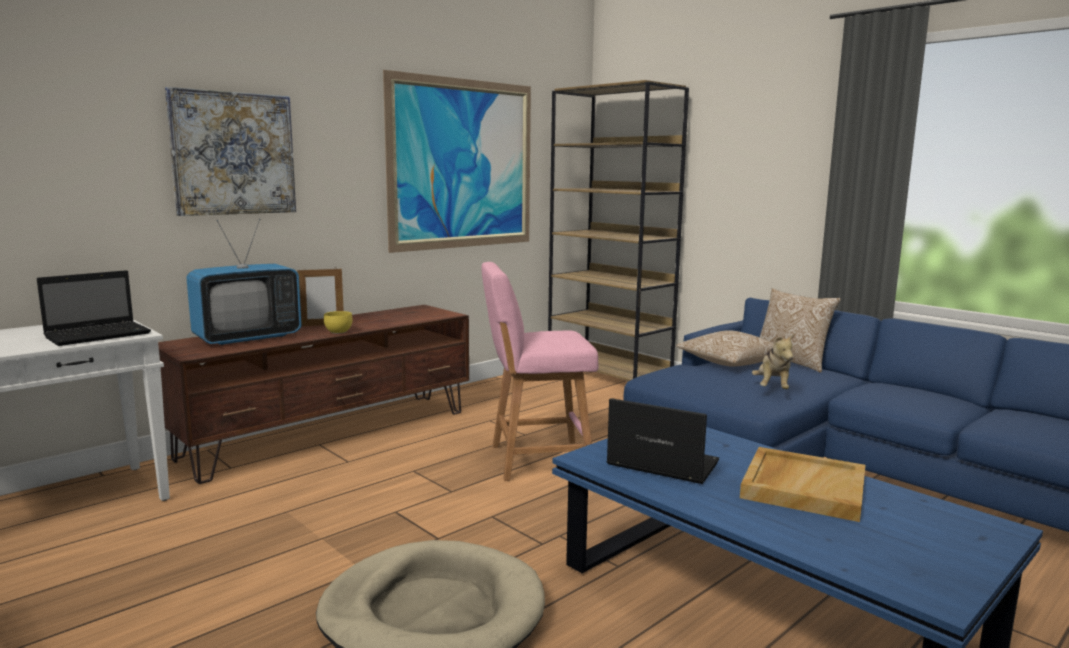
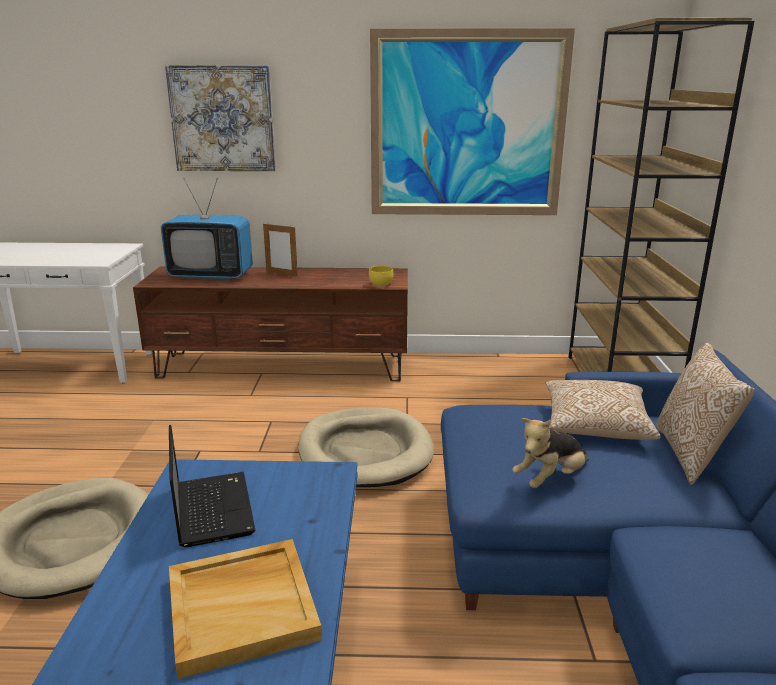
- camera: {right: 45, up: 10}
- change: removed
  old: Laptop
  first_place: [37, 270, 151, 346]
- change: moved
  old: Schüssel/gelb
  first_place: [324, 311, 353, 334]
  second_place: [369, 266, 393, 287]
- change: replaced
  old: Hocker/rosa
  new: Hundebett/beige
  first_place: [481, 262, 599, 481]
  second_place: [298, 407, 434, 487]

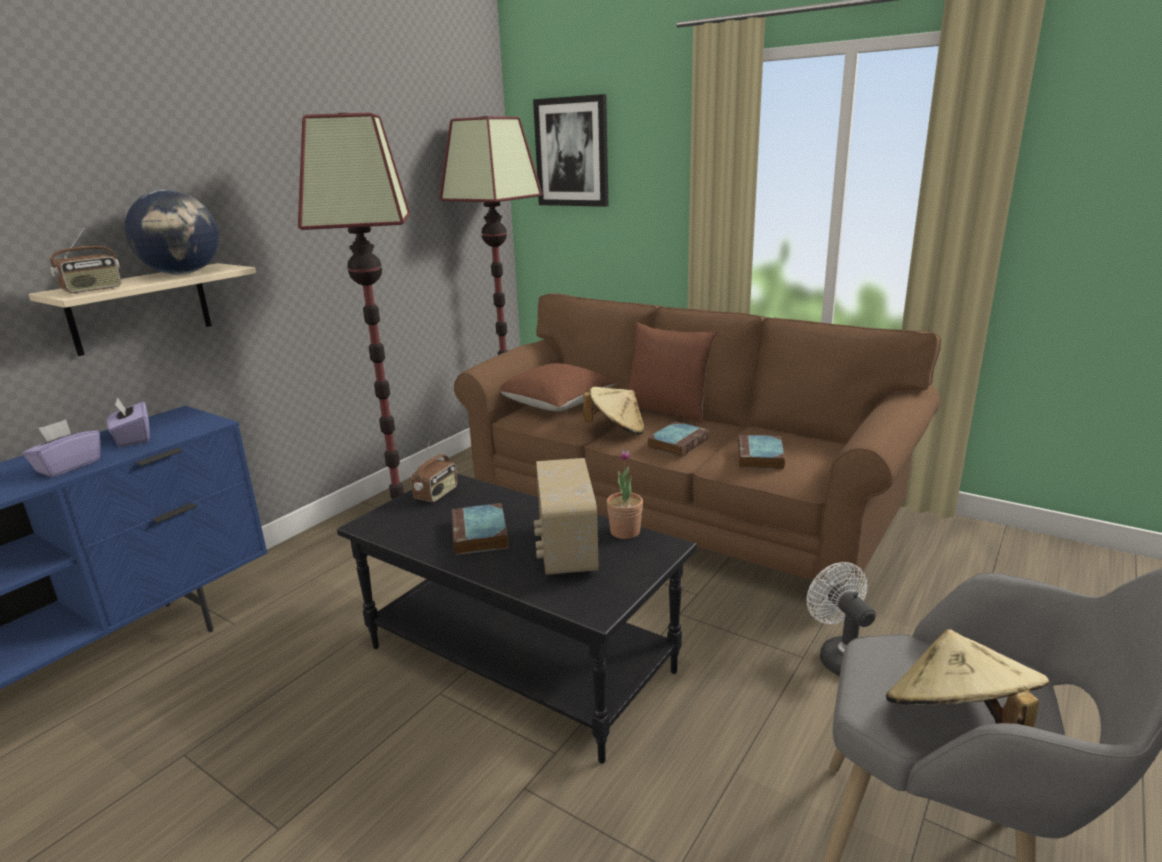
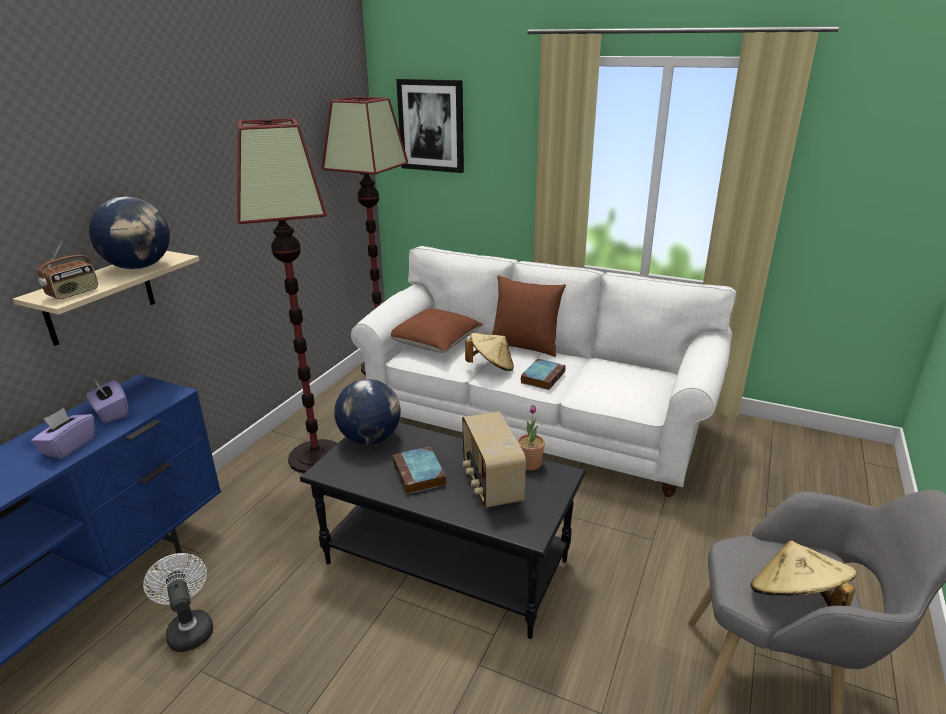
- camera: {right: -10, up: 5}
- change: replaced
  old: Radio
  new: Globus
  first_place: [411, 442, 457, 503]
  second_place: [334, 379, 401, 445]
- change: recoloured
  old: Sofa/braun
  new: Sofa/weiß
  first_place: [454, 293, 941, 586]
  second_place: [351, 246, 736, 497]
- change: removed
  old: Buch
  first_place: [738, 435, 785, 470]
- change: moved
  old: Ventilator/weiß
  first_place: [807, 562, 876, 676]
  second_place: [143, 553, 213, 652]

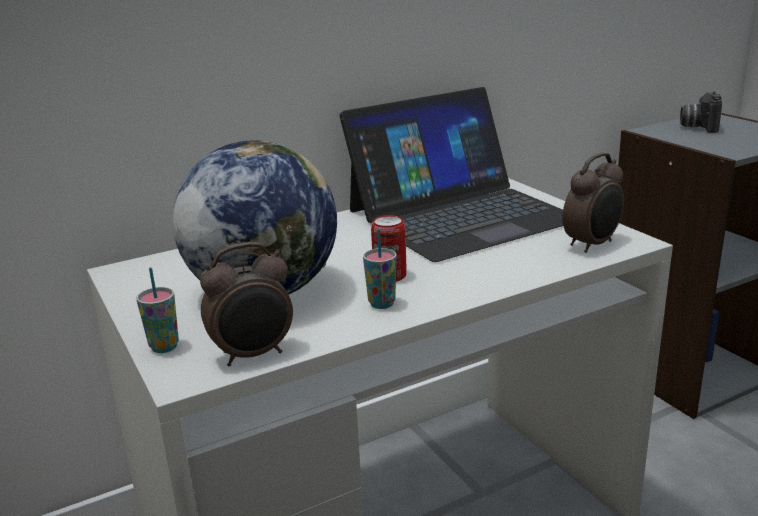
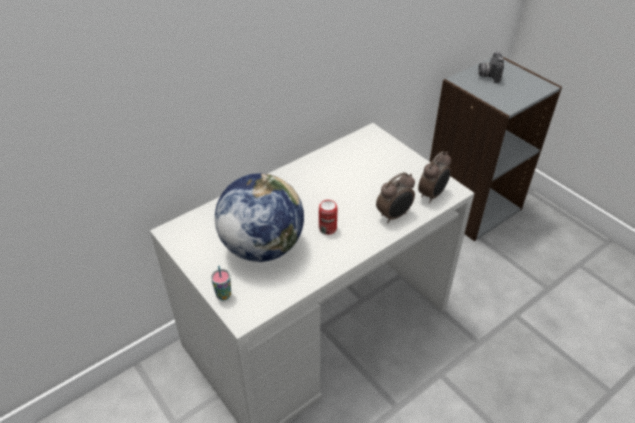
- camera: {right: -10, up: 20}
- change: moved
  old: Wecker
  first_place: [200, 242, 293, 366]
  second_place: [376, 172, 415, 223]
- change: removed
  old: Laptop
  first_place: [339, 87, 563, 262]
- change: removed
  old: Tasse
  first_place: [363, 229, 397, 309]

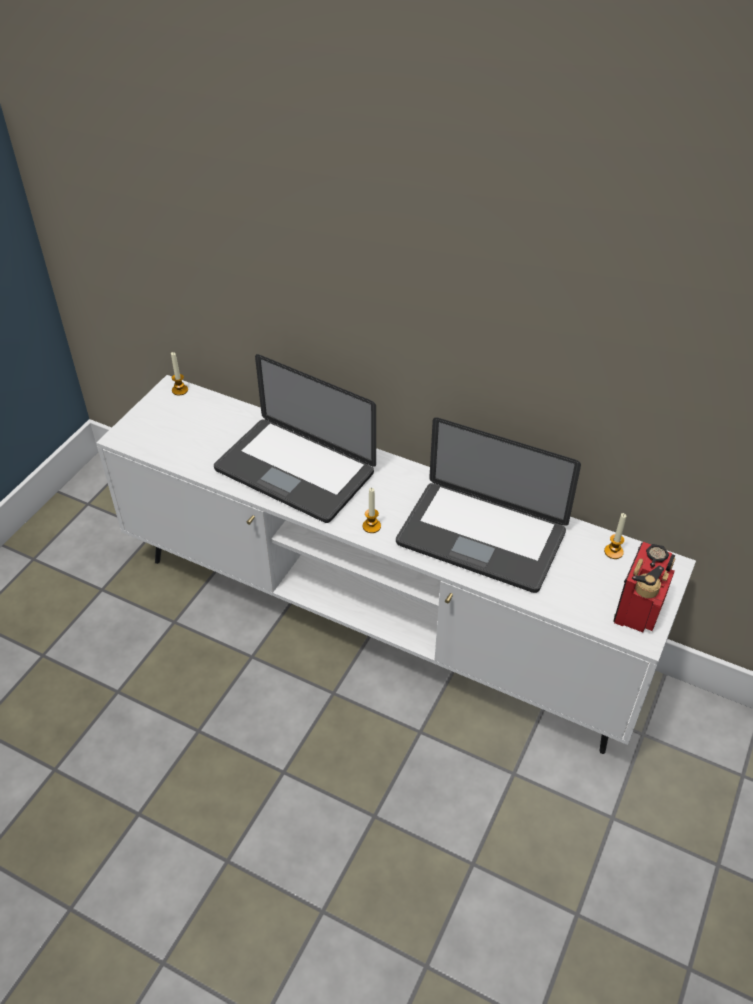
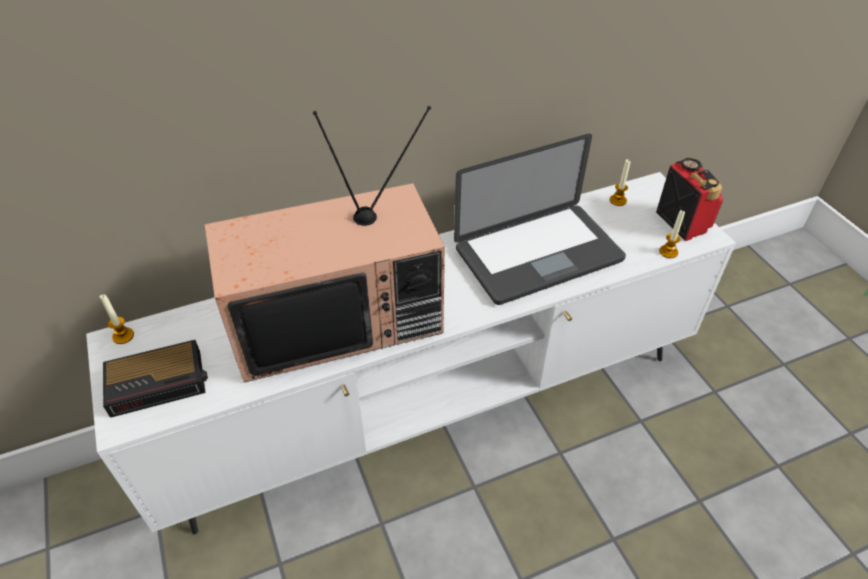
- camera: {right: -50, up: 0}
- change: replaced
  old: Laptop
  new: Fernseher
  first_place: [214, 354, 376, 523]
  second_place: [205, 106, 445, 383]
- change: moved
  old: Kerze
  first_place: [363, 488, 381, 533]
  second_place: [659, 210, 685, 258]
- change: added
  new: Wecker
  second_place: [103, 340, 208, 418]

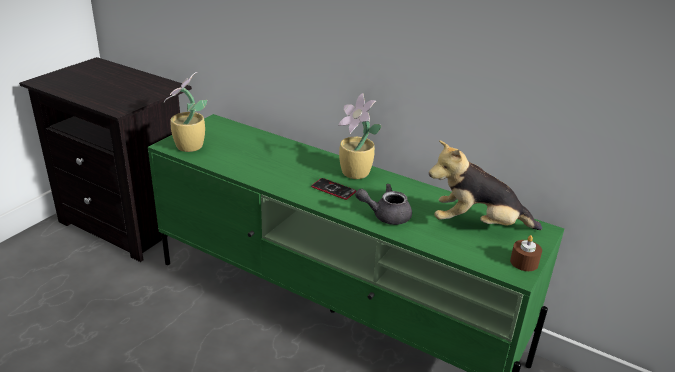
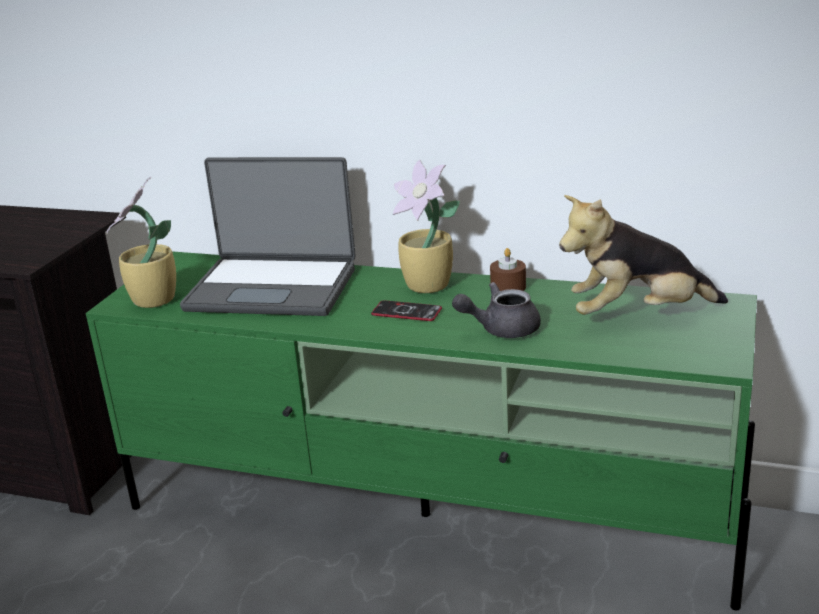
- camera: {right: -10, up: -5}
- change: moved
  old: Kerze/braun
  first_place: [510, 235, 542, 271]
  second_place: [490, 248, 526, 291]
- change: added
  new: Laptop
  second_place: [180, 157, 356, 316]

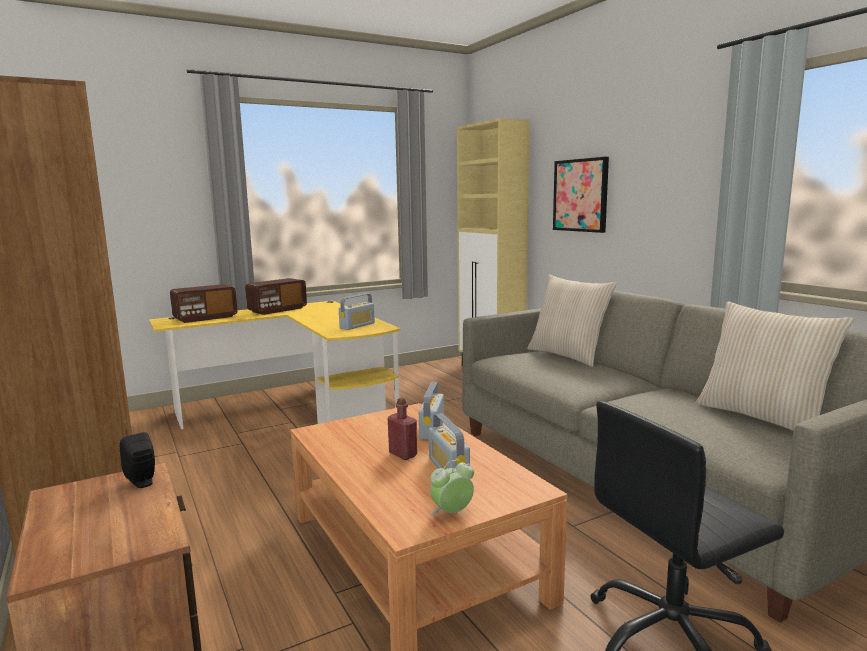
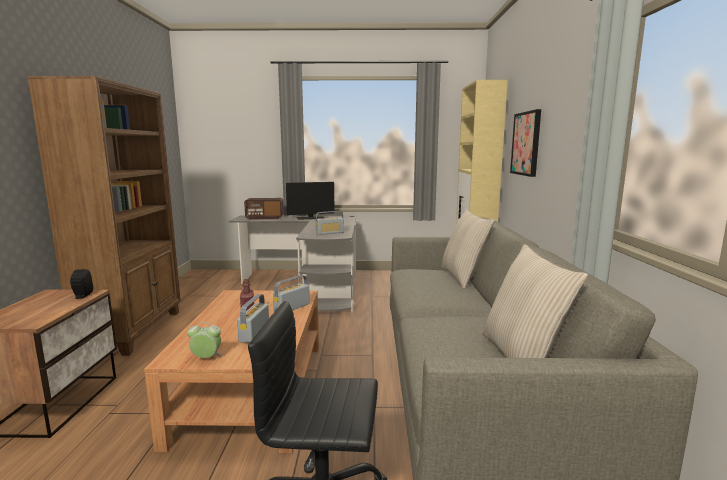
- camera: {right: 30, up: 0}
- change: recoloured
  old: Schreibtisch/gelb
  new: Schreibtisch/grau
  first_place: [149, 301, 401, 429]
  second_place: [229, 216, 356, 312]
- change: replaced
  old: Radio
  new: Monitor
  first_place: [245, 278, 307, 315]
  second_place: [286, 182, 335, 220]

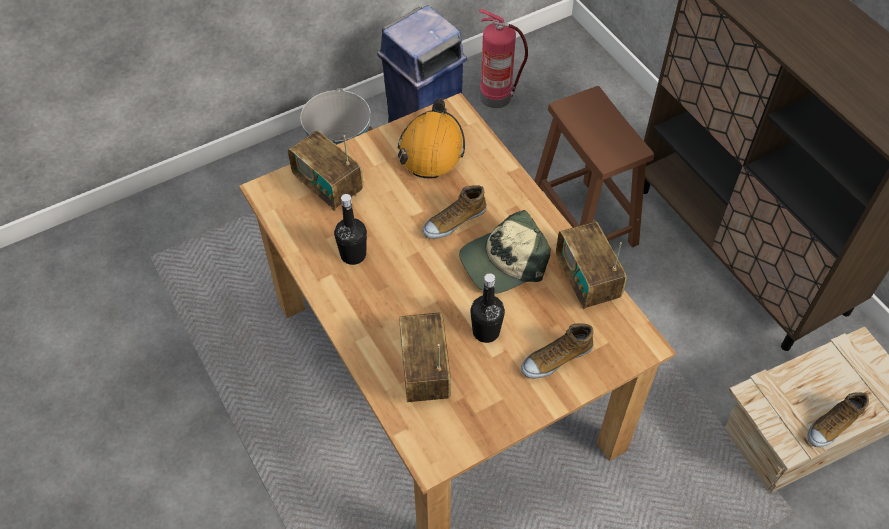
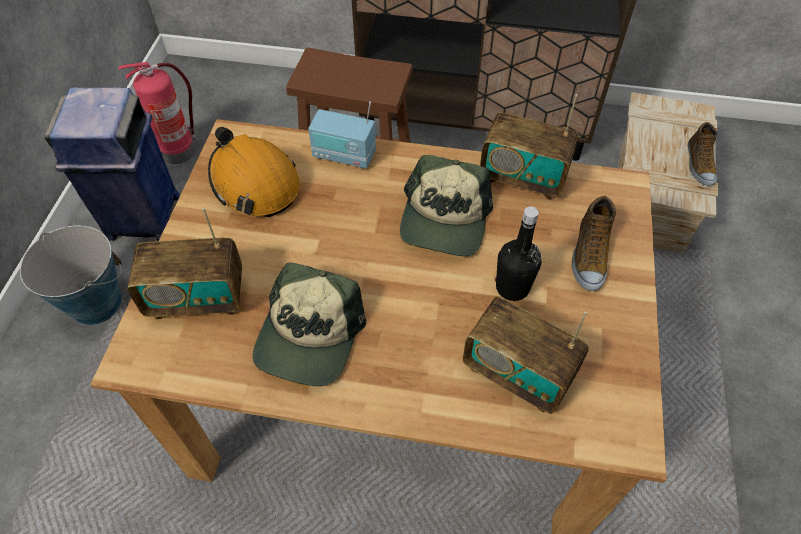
- camera: {right: -50, up: 0}
- change: replaced
  old: Flasche/schwarz
  new: Kappe
  first_place: [334, 194, 367, 265]
  second_place: [253, 263, 366, 386]
- change: removed
  old: Schuh
  first_place: [422, 185, 487, 239]
- change: added
  new: Radio
  second_place: [308, 102, 376, 168]

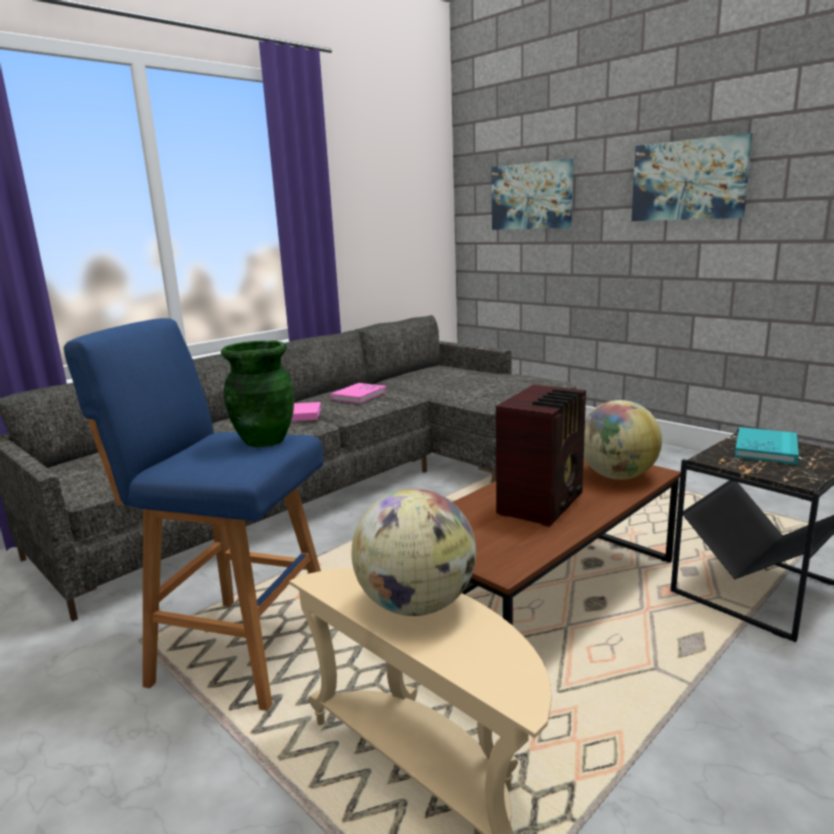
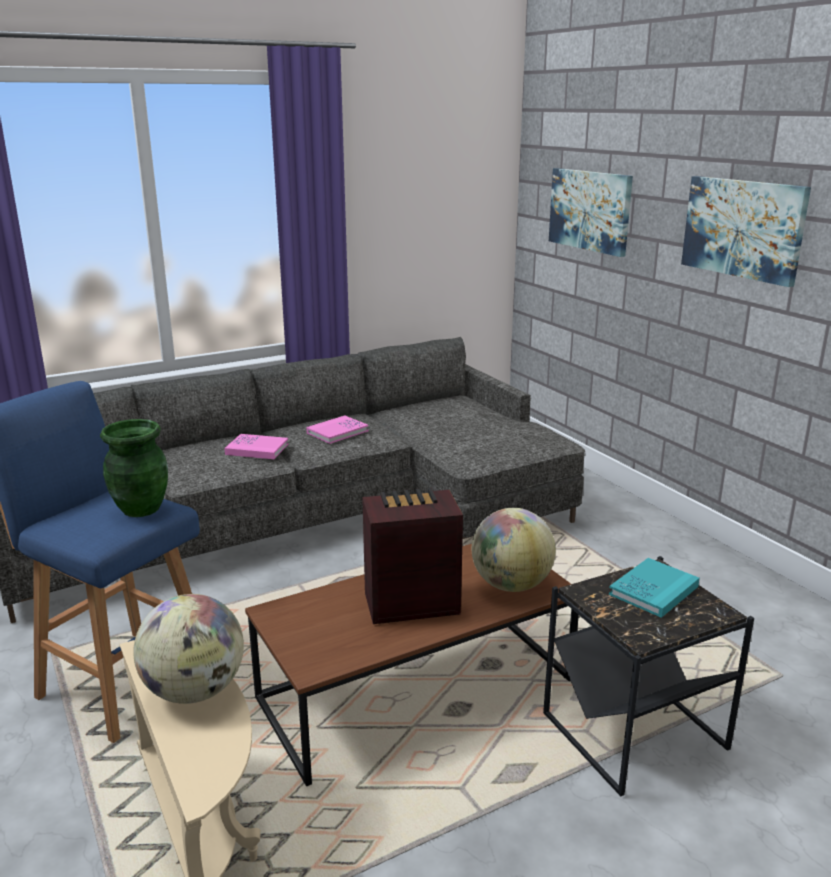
- camera: {right: 15, up: 5}
- change: turned
  old: Radio
  first_place: [496, 385, 586, 527]
  second_place: [362, 488, 463, 624]
  degrees: -150

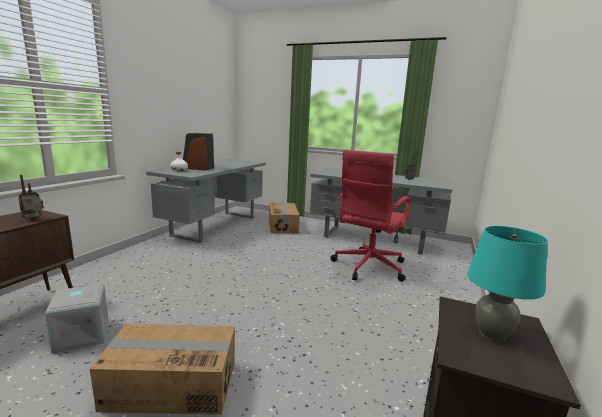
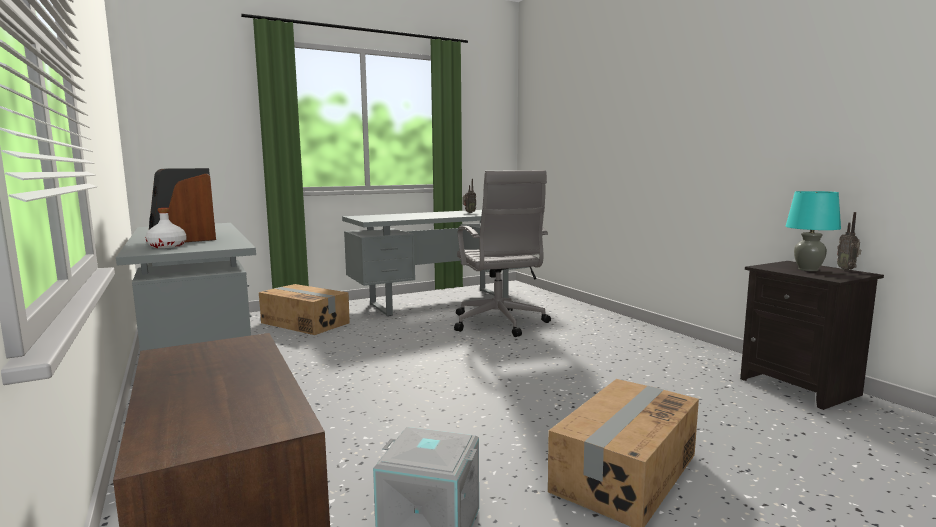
- camera: {right: -50, up: -5}
- change: moved
  old: Radio
  first_place: [18, 175, 44, 220]
  second_place: [837, 212, 861, 271]
- change: recoloured
  old: Bürostuhl/rot
  new: Bürostuhl/grau
  first_place: [330, 149, 411, 282]
  second_place: [454, 170, 551, 337]

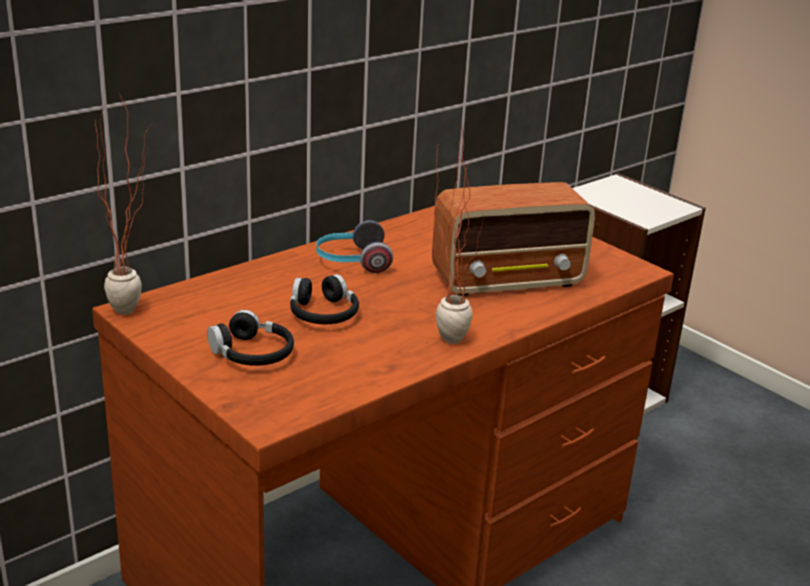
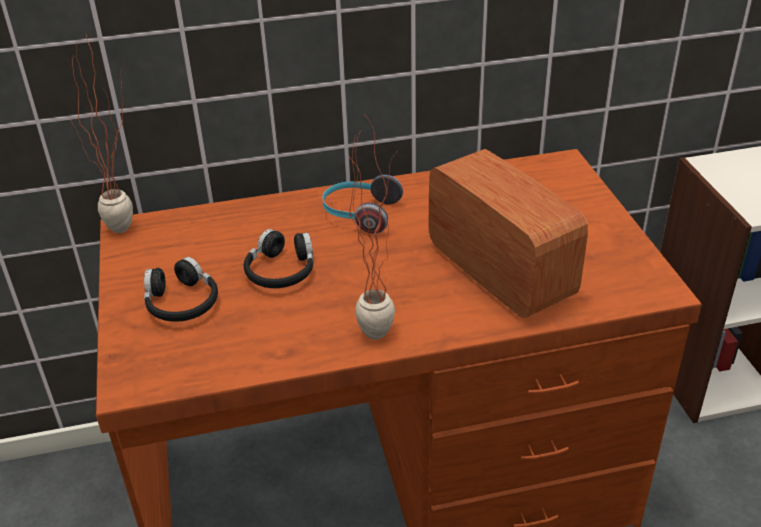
- camera: {right: 30, up: 10}
- change: turned
  old: Radio
  first_place: [432, 182, 595, 296]
  second_place: [429, 149, 588, 318]
  degrees: -135

